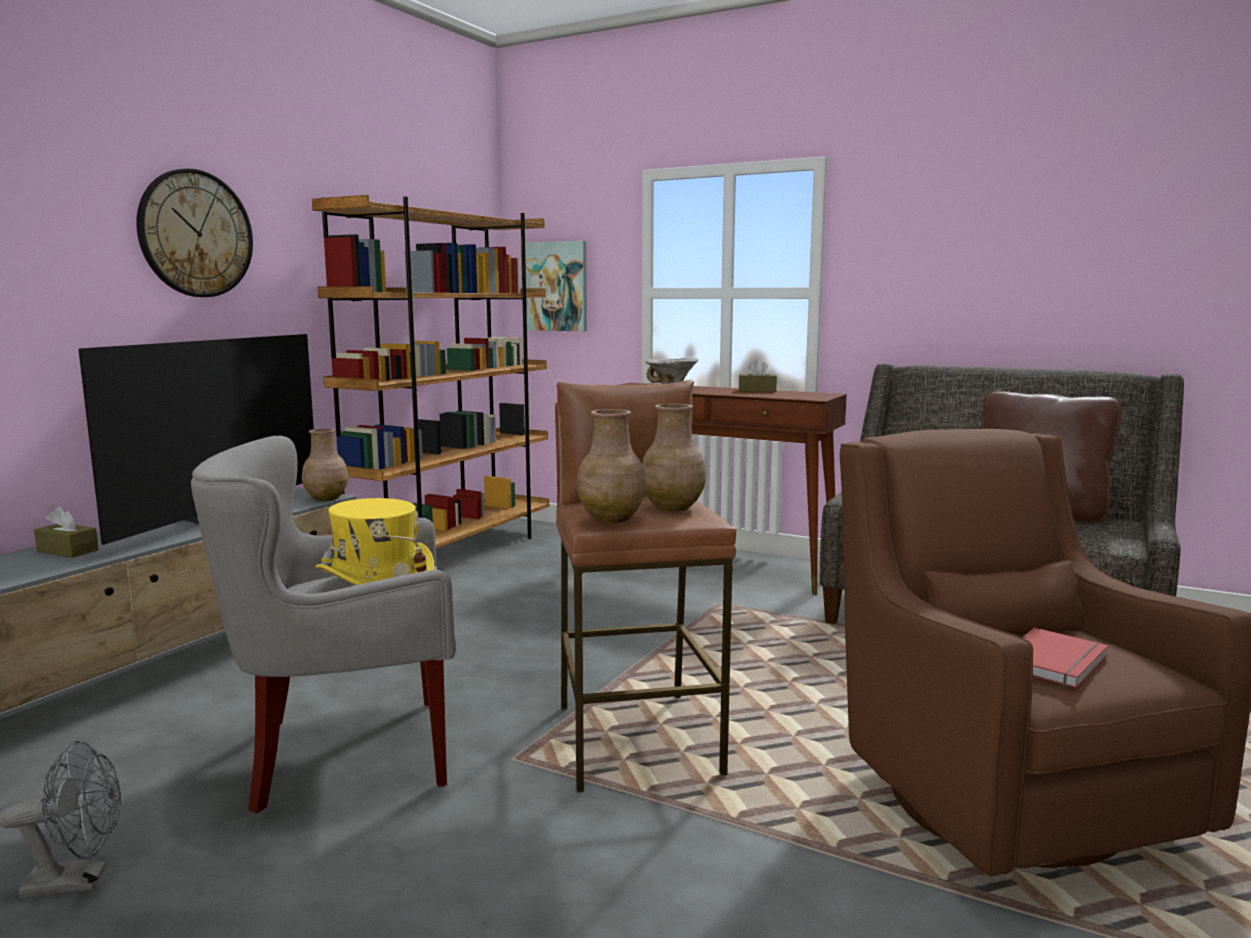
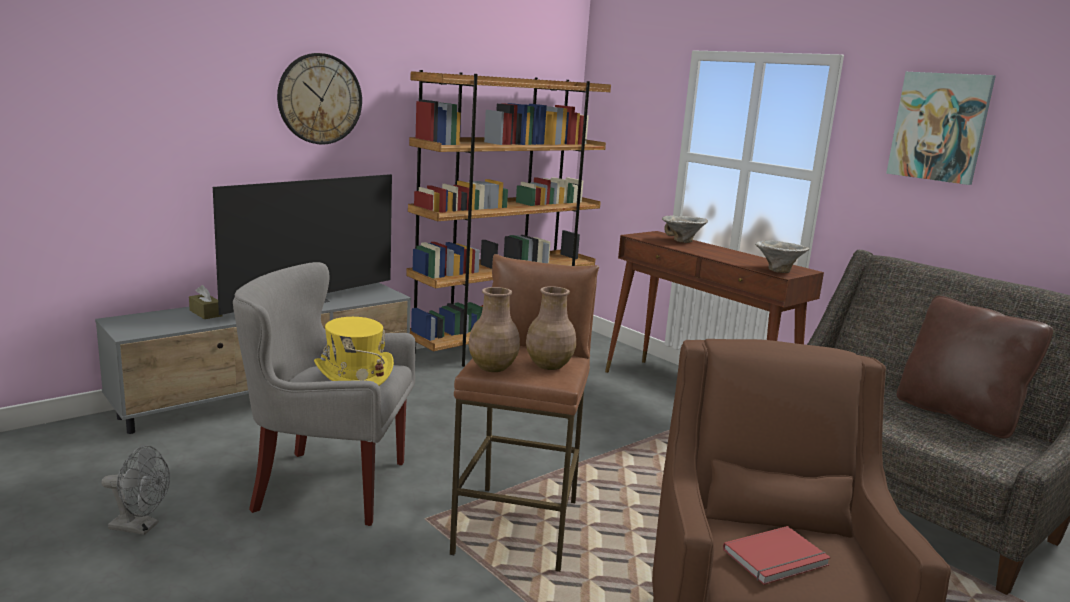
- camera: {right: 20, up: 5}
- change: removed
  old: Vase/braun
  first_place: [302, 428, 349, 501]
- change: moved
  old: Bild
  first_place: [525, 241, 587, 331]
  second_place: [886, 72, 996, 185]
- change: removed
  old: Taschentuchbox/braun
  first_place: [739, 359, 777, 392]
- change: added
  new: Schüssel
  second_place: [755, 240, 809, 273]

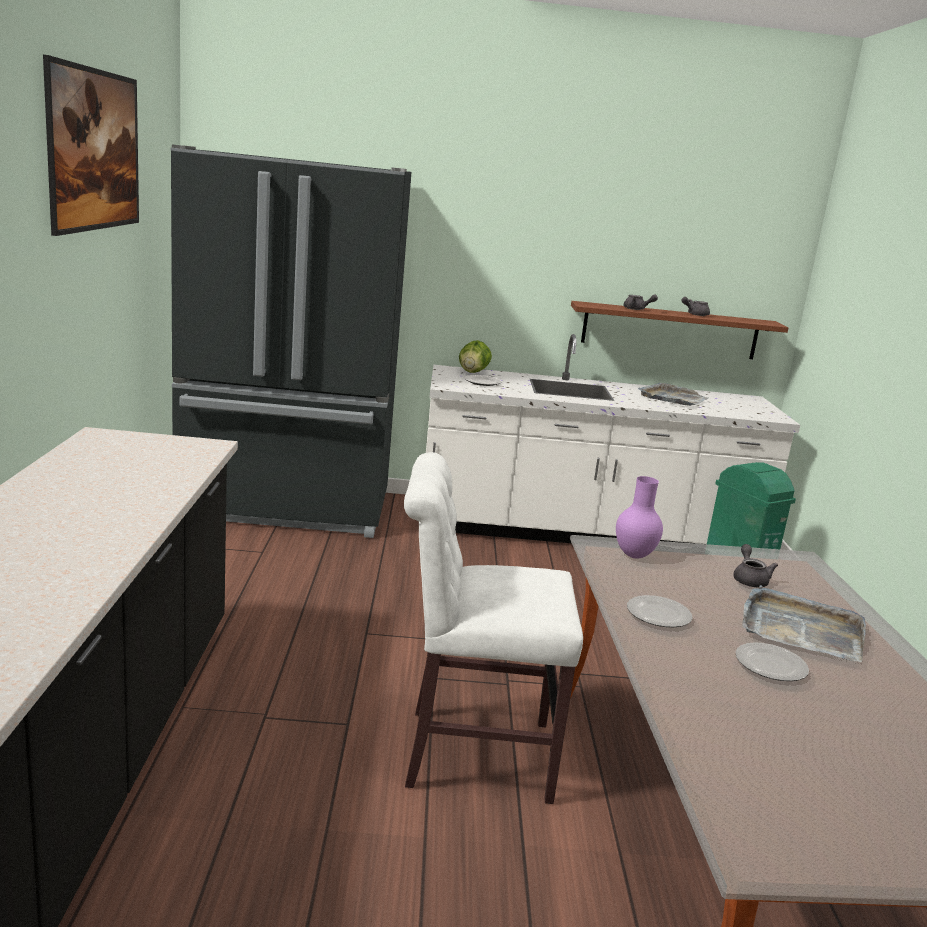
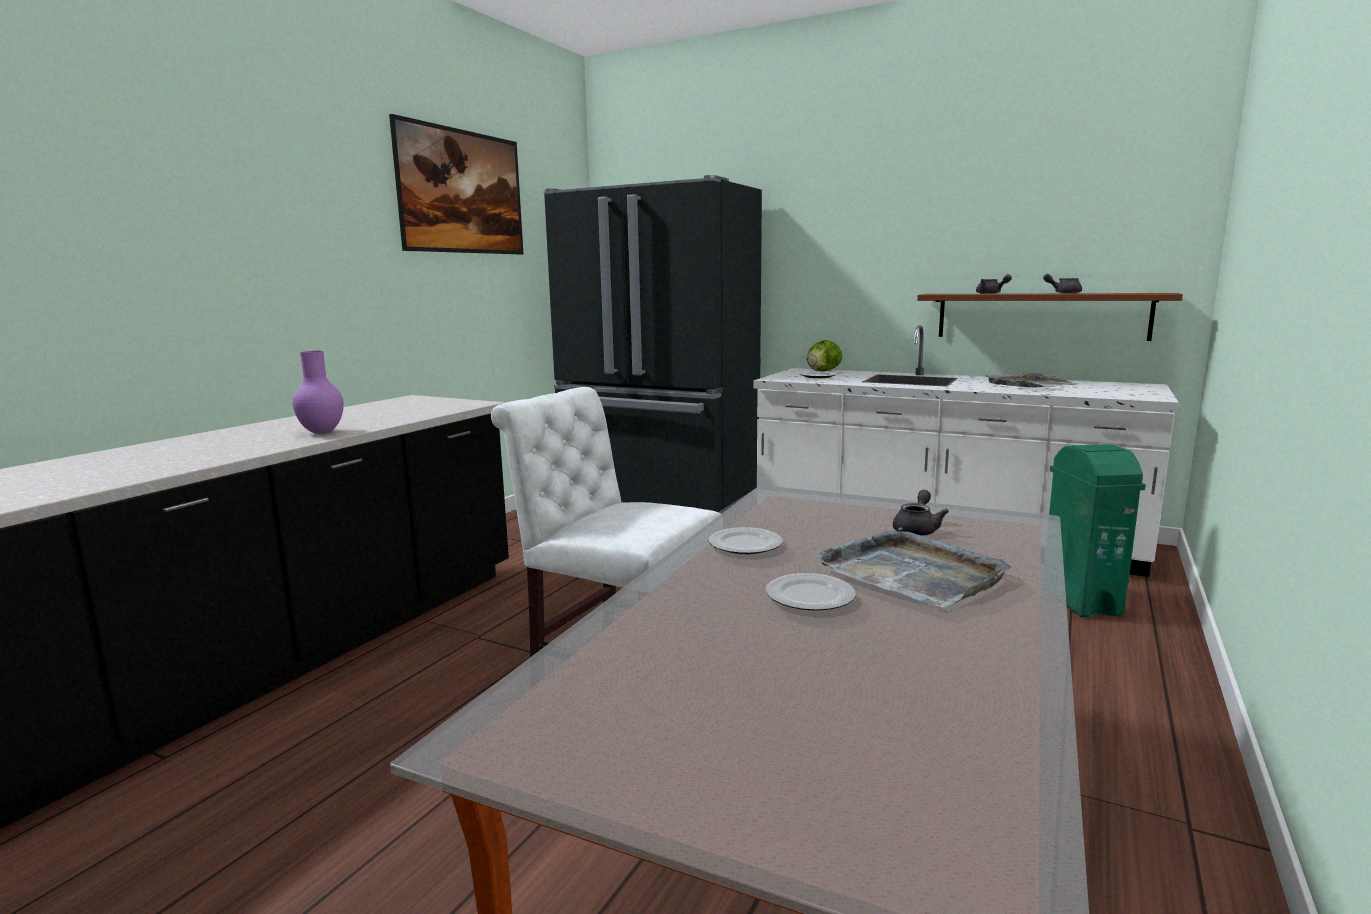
- camera: {right: 30, up: -5}
- change: moved
  old: Vase/lila
  first_place: [616, 476, 663, 559]
  second_place: [292, 351, 344, 434]

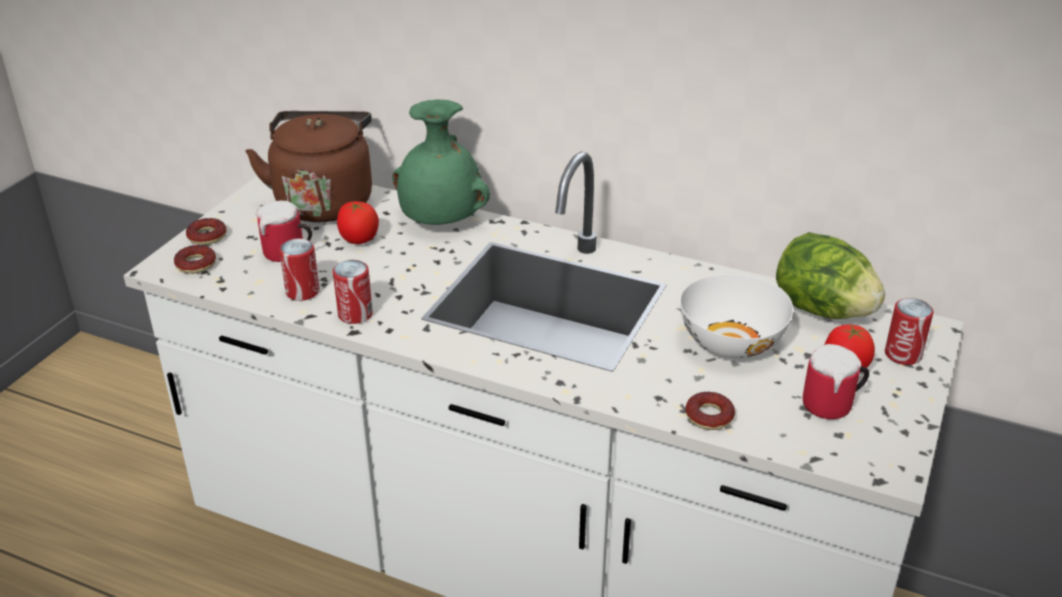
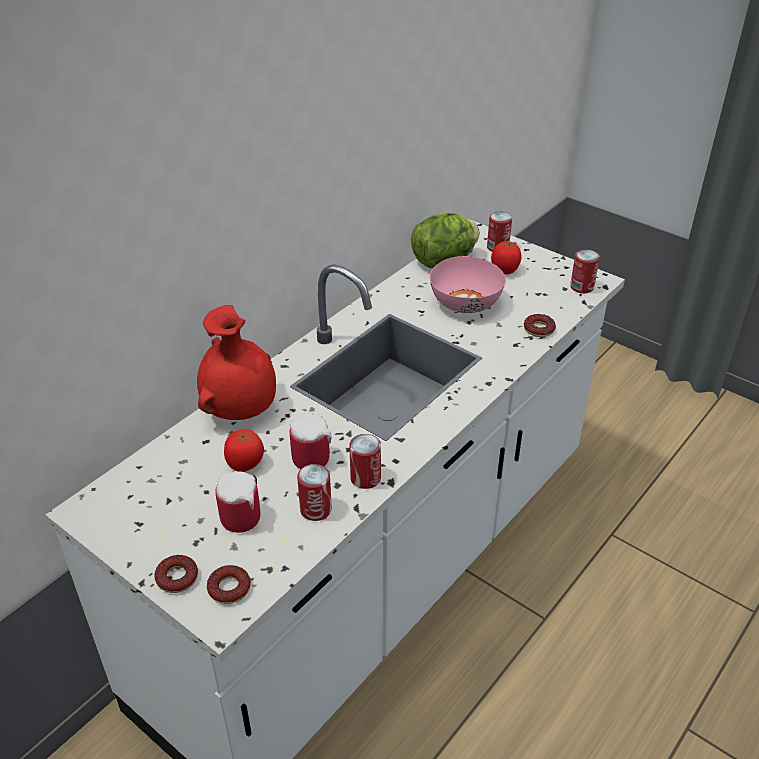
- camera: {right: -75, up: 5}
- change: removed
  old: Wasserkessel/braun
  first_place: [245, 111, 372, 222]
- change: recoloured
  old: Vase/grün
  new: Vase/rot
  first_place: [392, 100, 490, 225]
  second_place: [197, 305, 276, 420]
- change: recoloured
  old: Schüssel/weiß
  new: Schüssel/rosa
  first_place: [680, 274, 793, 358]
  second_place: [430, 256, 506, 313]
- change: moved
  old: Henkelbecher
  first_place: [803, 344, 869, 419]
  second_place: [290, 414, 332, 469]
- change: added
  new: Dose
  second_place: [570, 249, 600, 294]

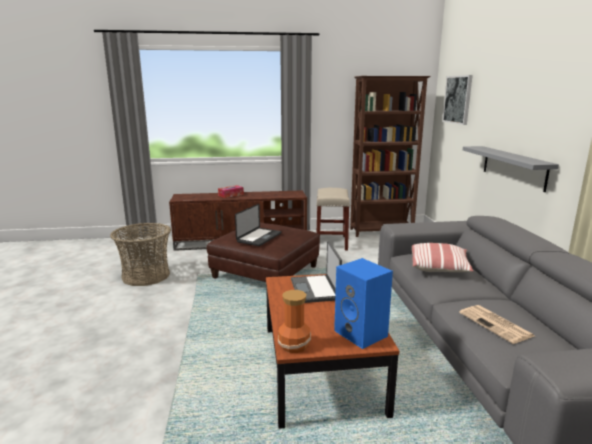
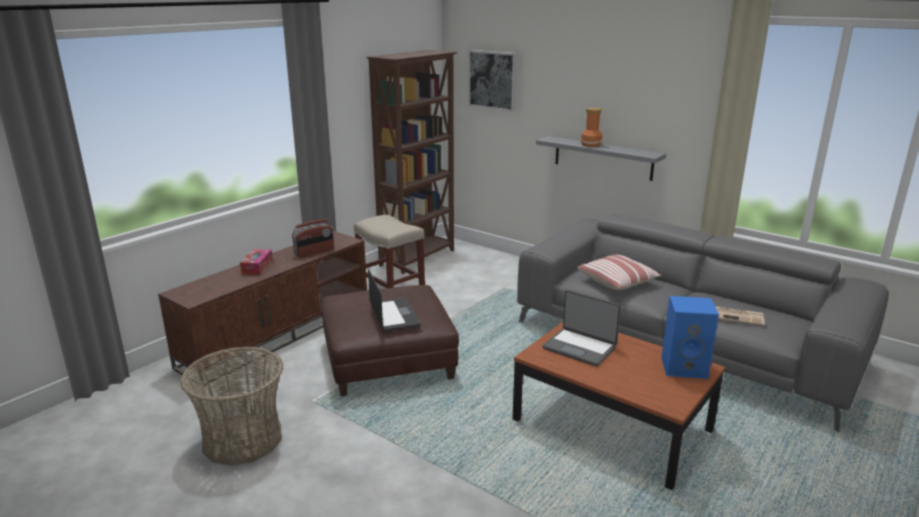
- camera: {right: -45, up: 5}
- change: moved
  old: Vase
  first_place: [278, 290, 311, 353]
  second_place: [581, 108, 603, 147]
- change: added
  new: Radio
  second_place: [292, 219, 334, 258]

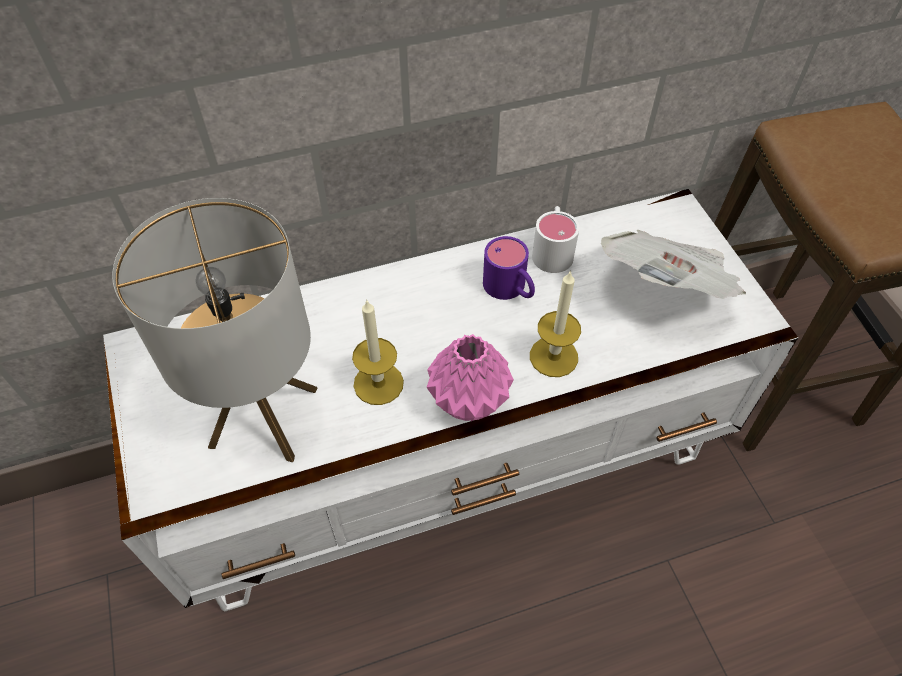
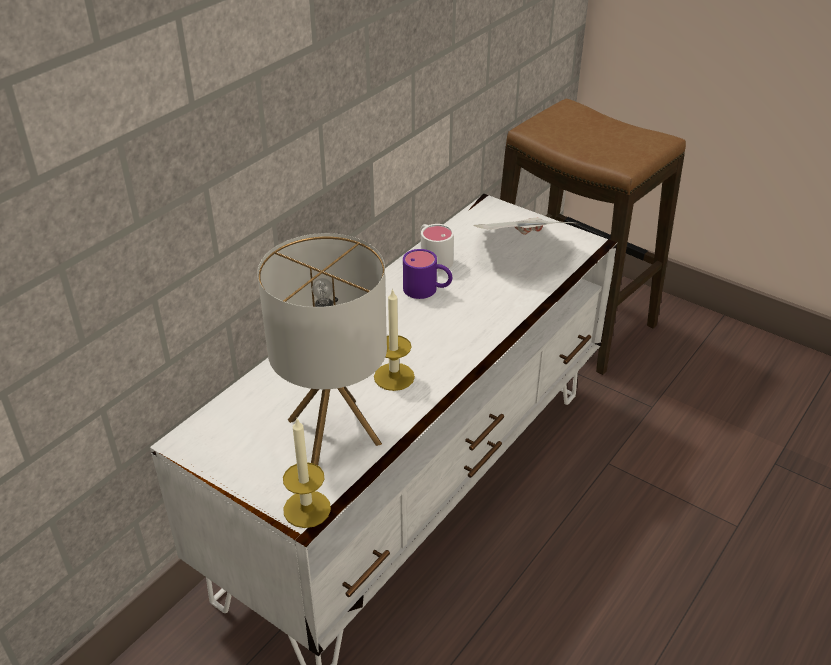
- camera: {right: -35, up: -15}
- change: removed
  old: Vase/rosa
  first_place: [427, 334, 514, 421]
- change: moved
  old: Kerze
  first_place: [530, 270, 581, 377]
  second_place: [283, 417, 331, 528]

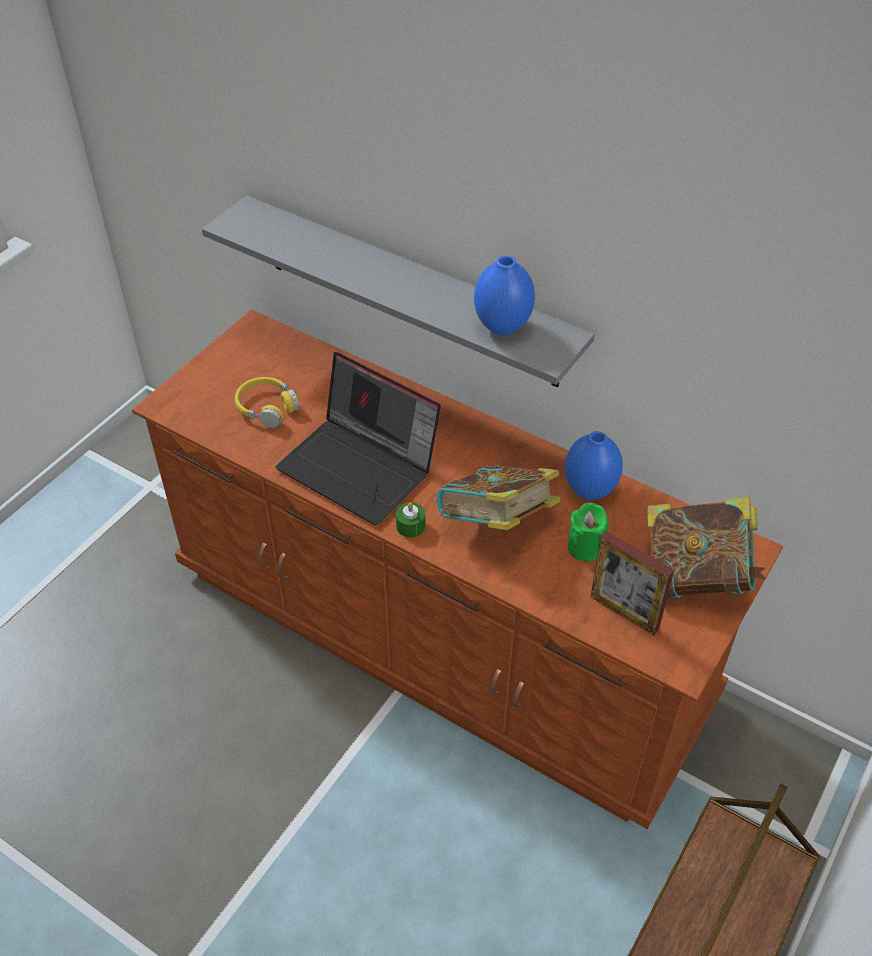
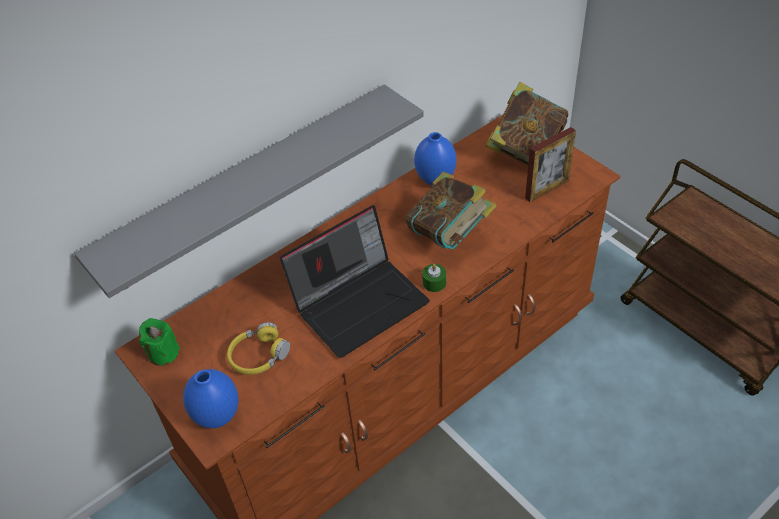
- camera: {right: -70, up: 0}
- change: moved
  old: Vase/blau
  first_place: [474, 256, 535, 335]
  second_place: [183, 369, 238, 428]
- change: moved
  old: Kerze/grün
  first_place: [568, 503, 609, 561]
  second_place: [139, 318, 180, 366]

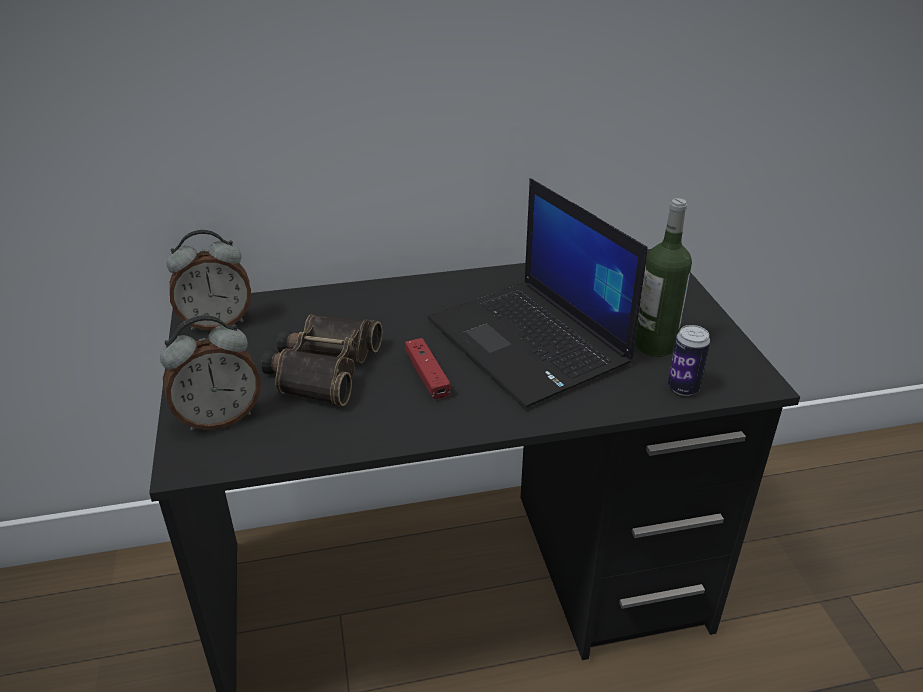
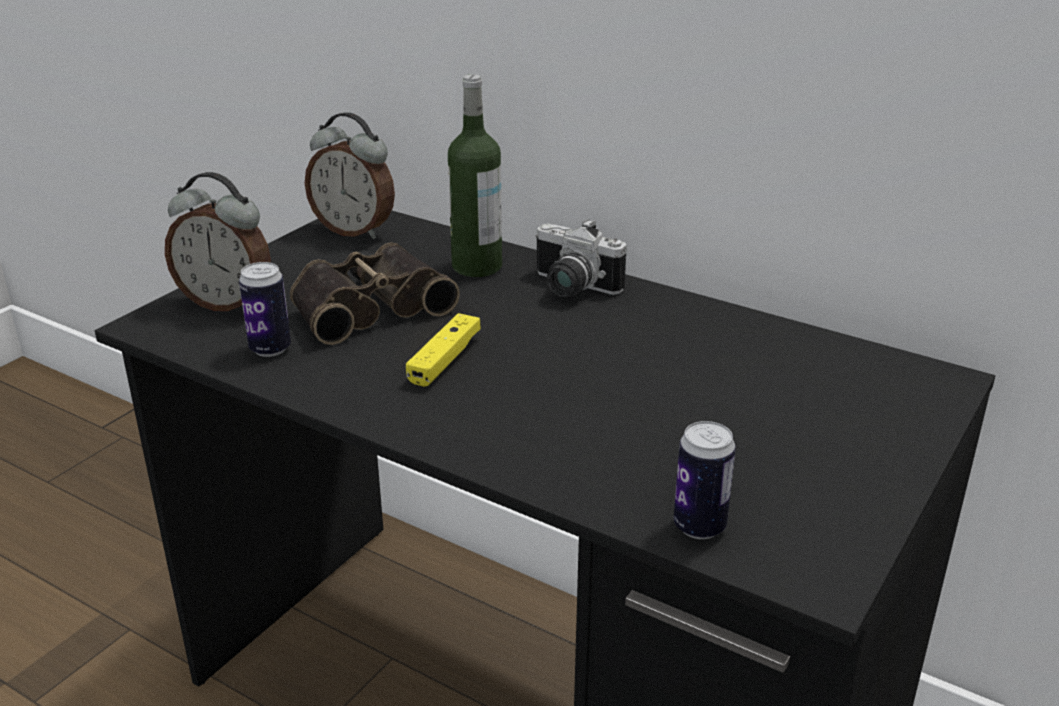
- camera: {right: 45, up: -5}
- change: recoloured
  old: Gamepad/rot
  new: Gamepad/gelb
  first_place: [405, 338, 451, 399]
  second_place: [406, 313, 481, 387]
- change: removed
  old: Laptop
  first_place: [428, 178, 648, 408]
- change: moved
  old: Flasche
  first_place: [635, 198, 692, 357]
  second_place: [448, 74, 502, 277]
- change: added
  new: Dose
  second_place: [239, 262, 291, 357]
- change: added
  new: Kamera
  second_place: [536, 219, 627, 297]

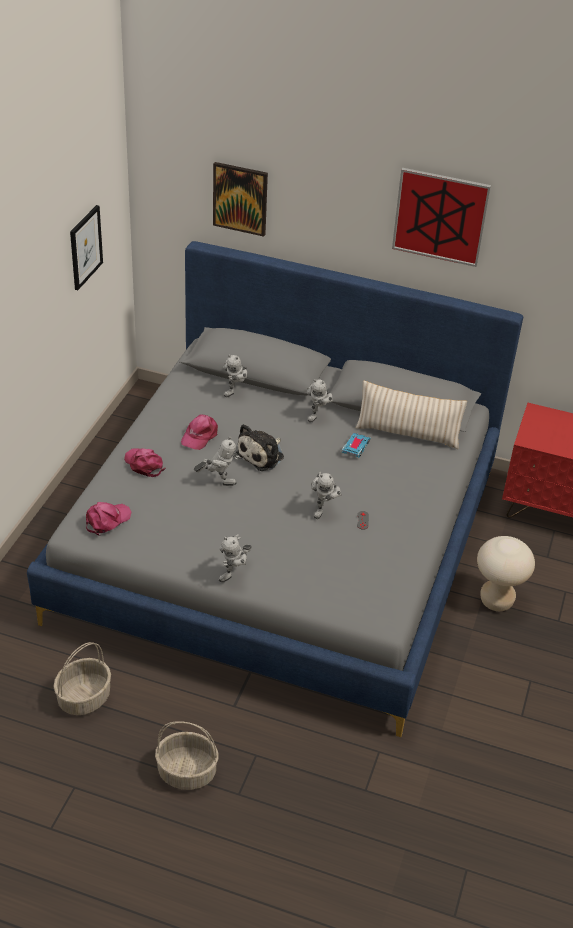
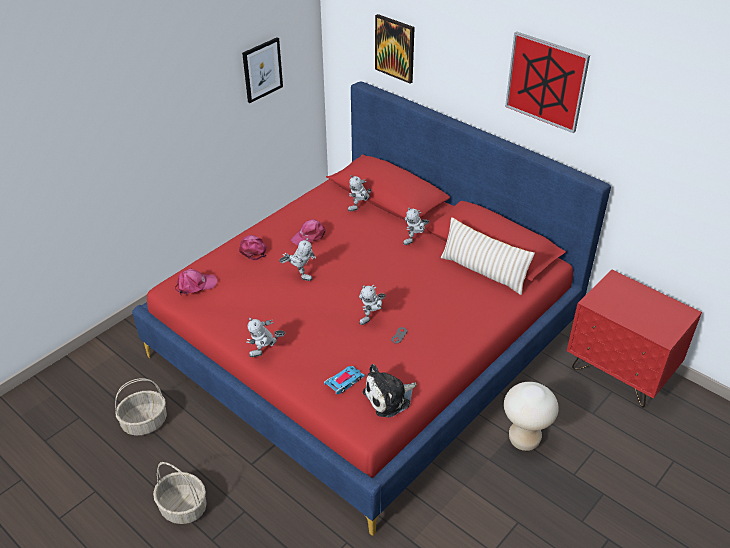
- camera: {right: 25, up: 0}
- change: recoloured
  old: Bett/grau
  new: Bett/rot
  first_place: [27, 241, 523, 737]
  second_place: [132, 81, 611, 536]
- change: moved
  old: Plüschtier
  first_place: [236, 424, 284, 471]
  second_place: [363, 364, 417, 417]
- change: moved
  old: Spielzeugauto
  first_place: [341, 433, 371, 458]
  second_place: [324, 366, 365, 394]

